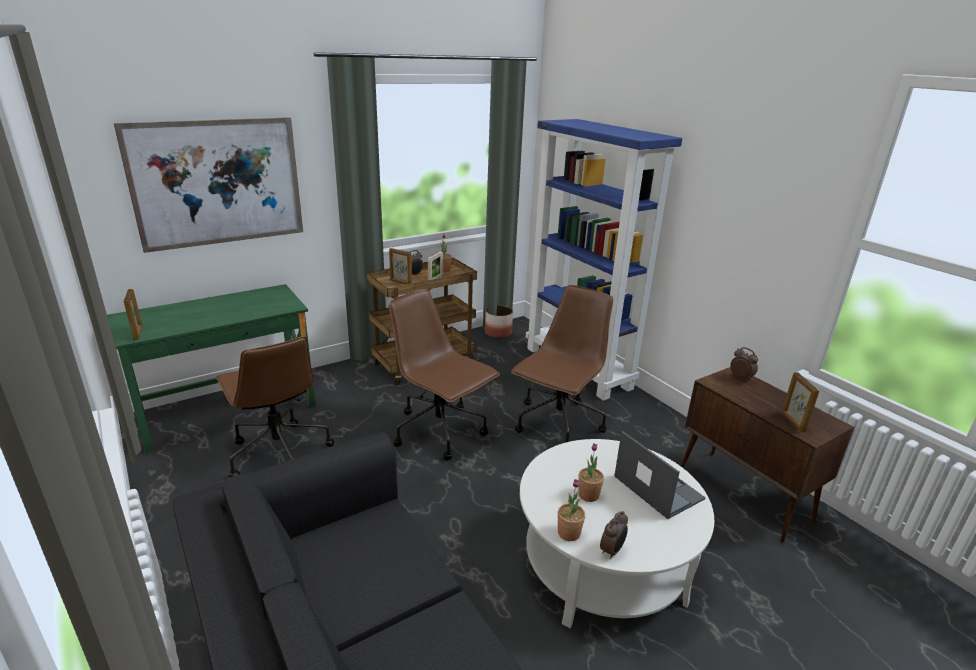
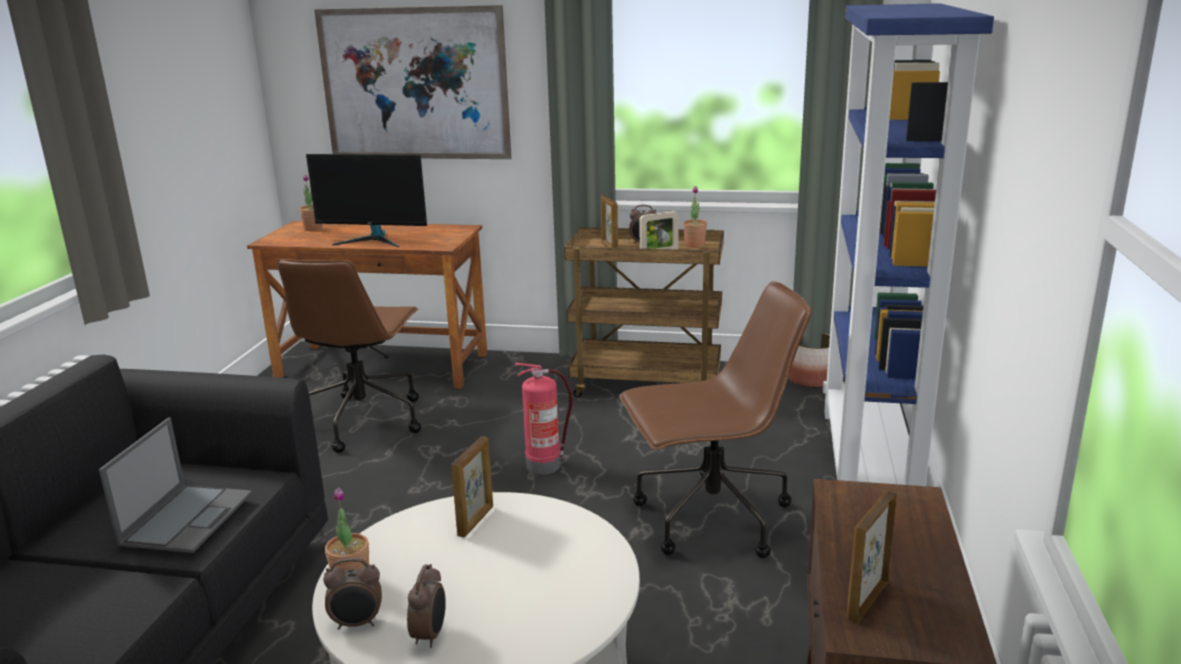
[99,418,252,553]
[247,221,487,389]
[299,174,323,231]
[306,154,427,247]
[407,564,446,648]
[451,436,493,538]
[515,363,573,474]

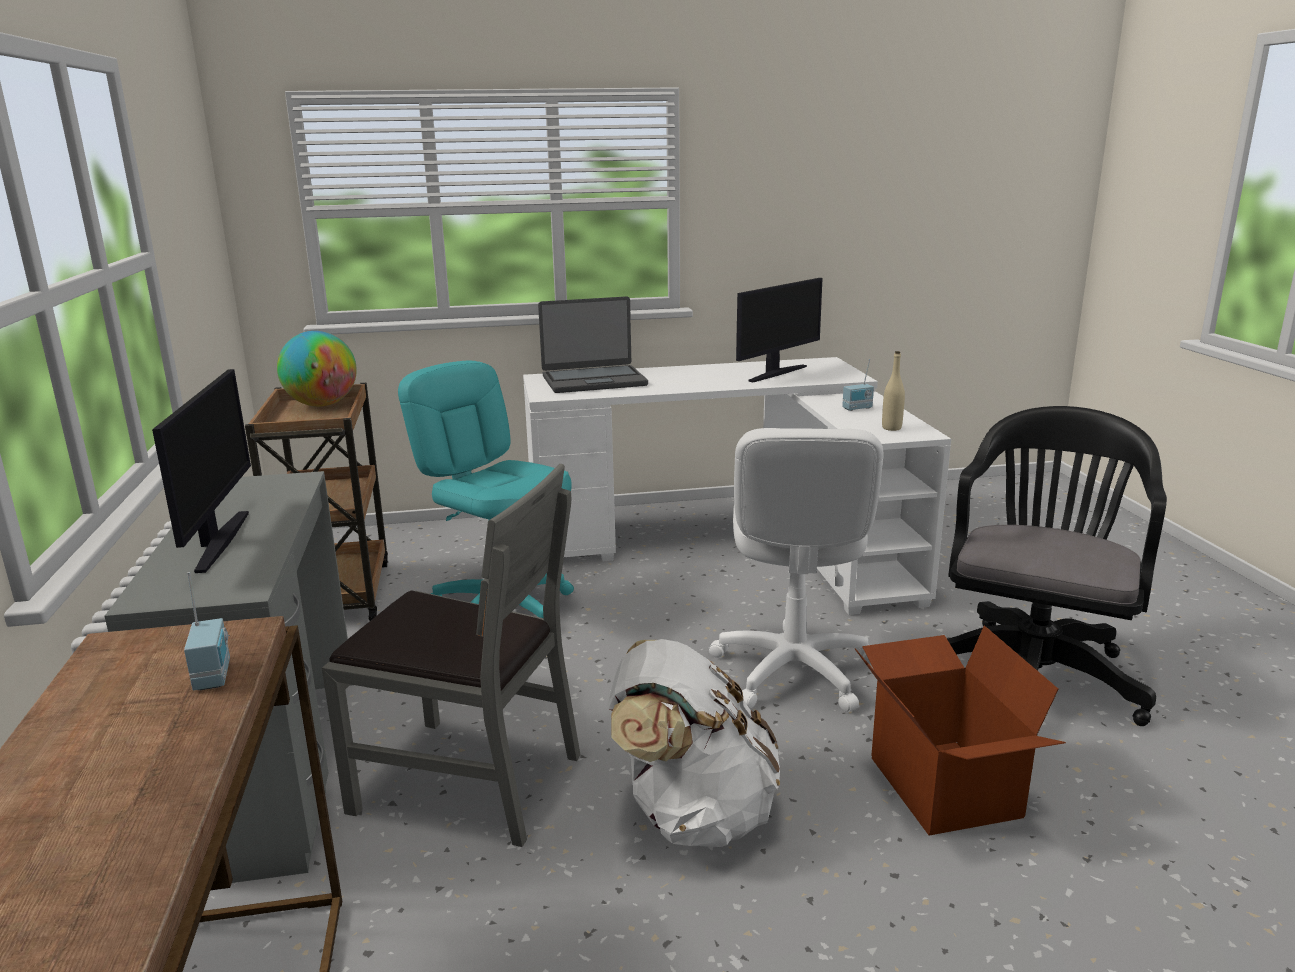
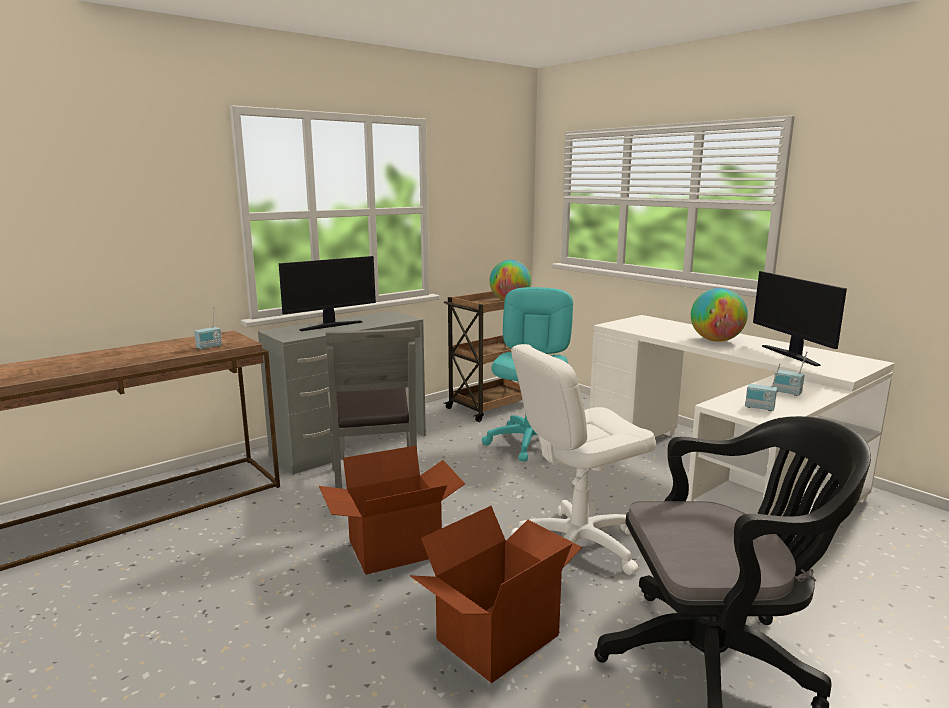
[319,446,465,575]
[691,288,748,342]
[745,363,781,411]
[753,271,847,366]
[538,296,648,393] (first image)

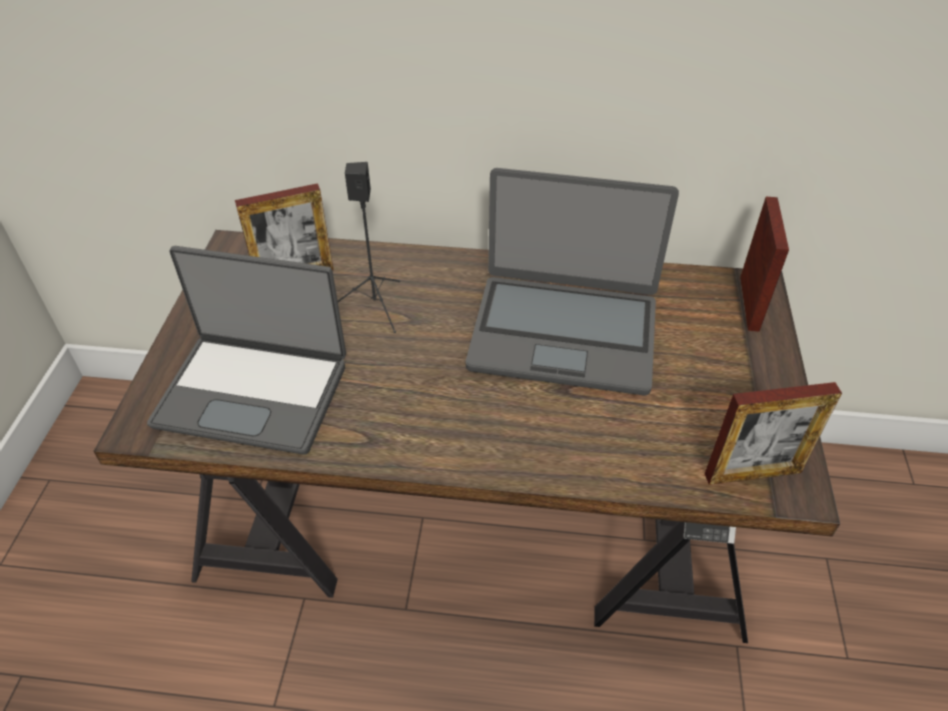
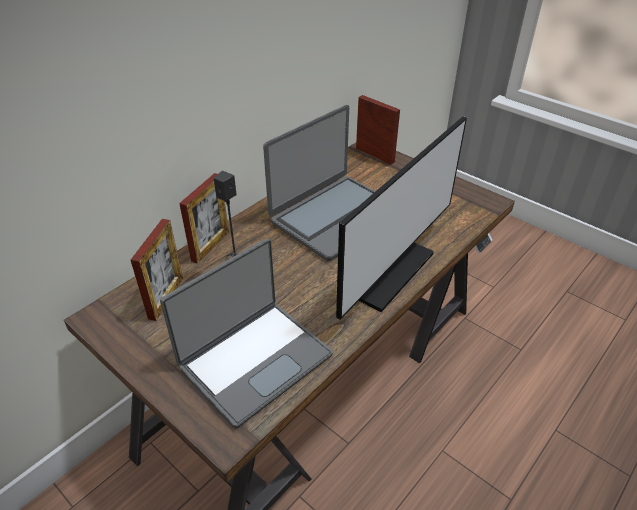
[179,173,229,264]
[336,116,467,320]

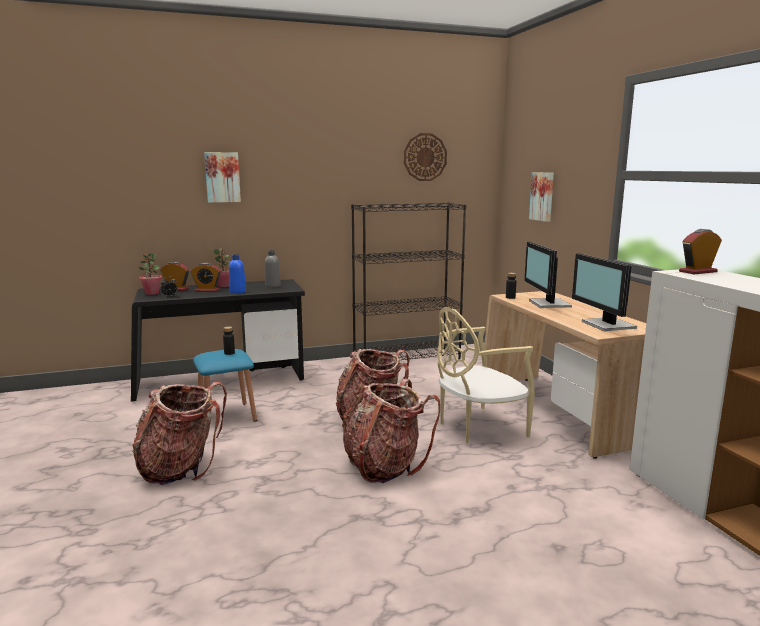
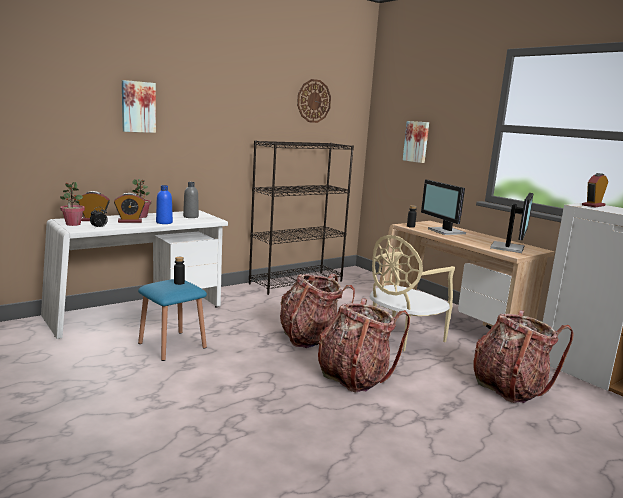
[41,210,228,339]
[473,310,574,403]
[490,193,534,253]

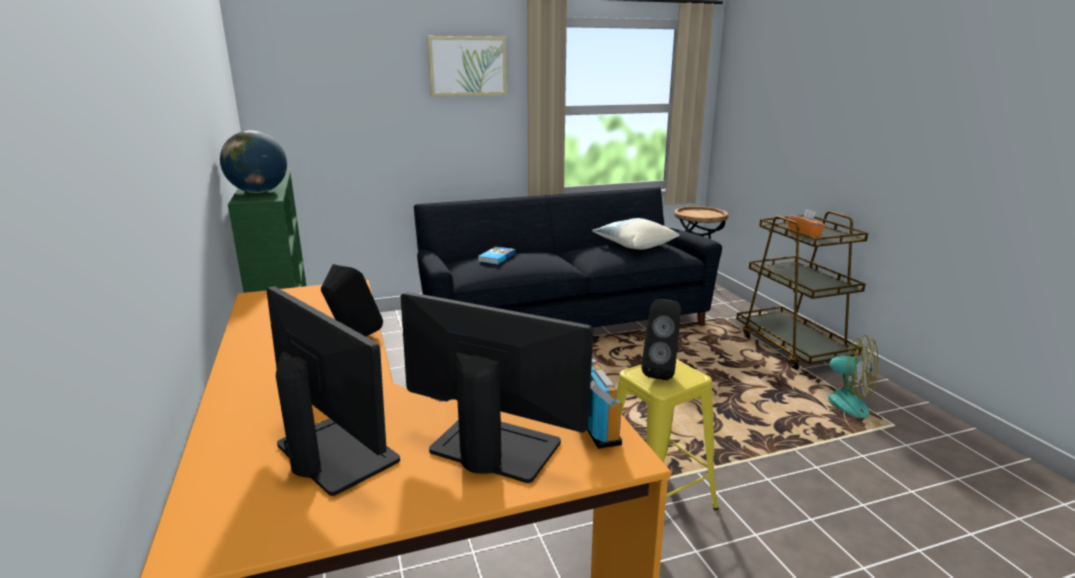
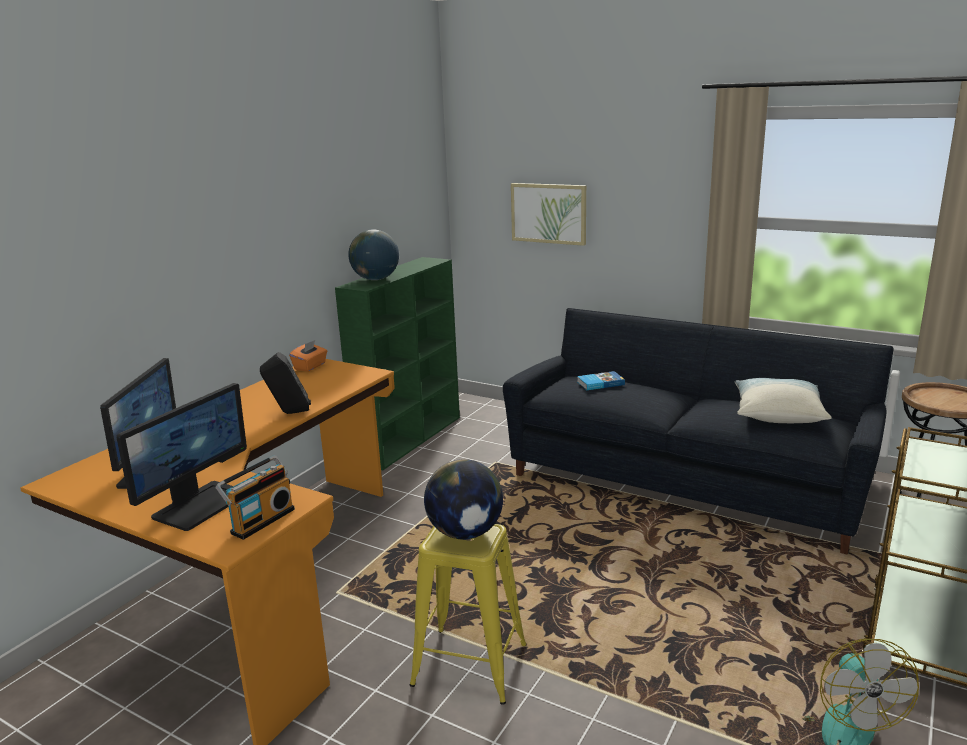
[116,383,247,531]
[289,340,327,372]
[424,459,503,539]
[511,183,586,246]

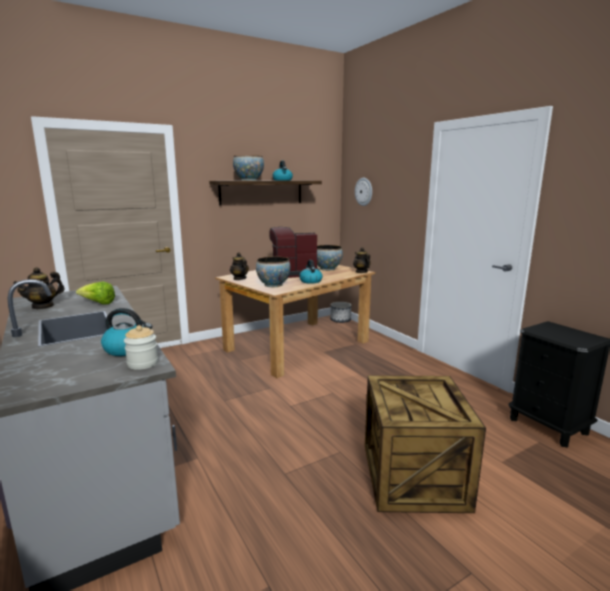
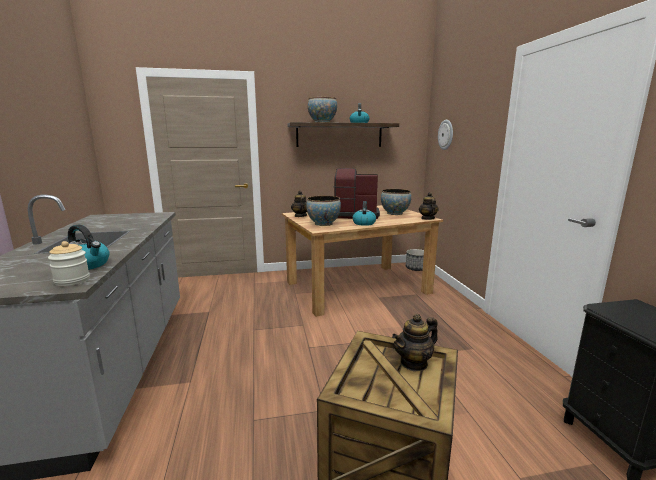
[392,314,438,372]
[76,281,115,305] (first image)

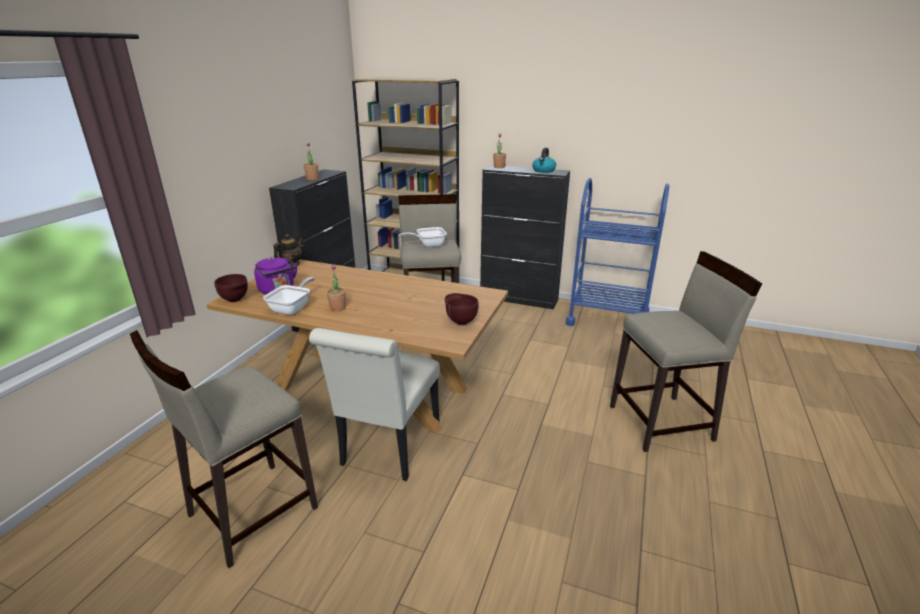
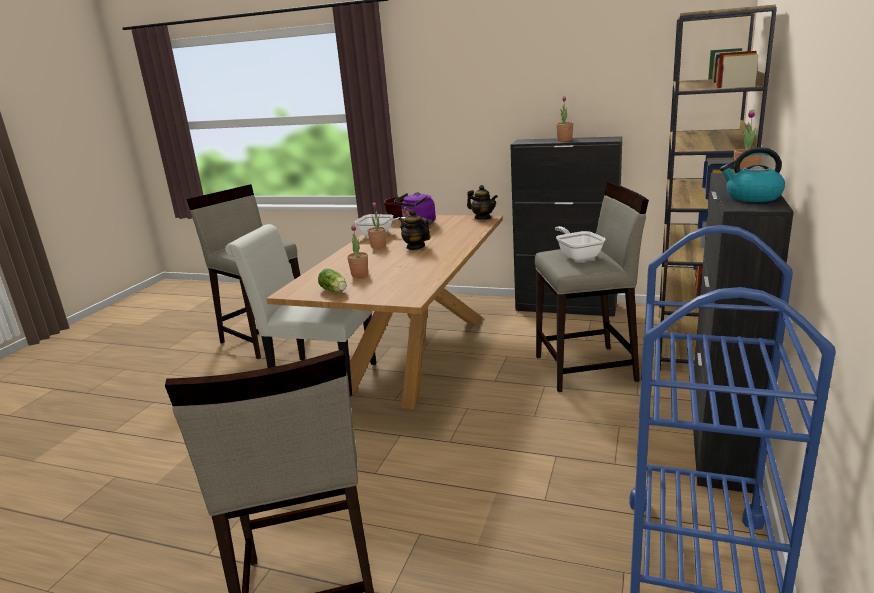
[318,269,346,292]
[347,225,368,277]
[399,210,430,250]

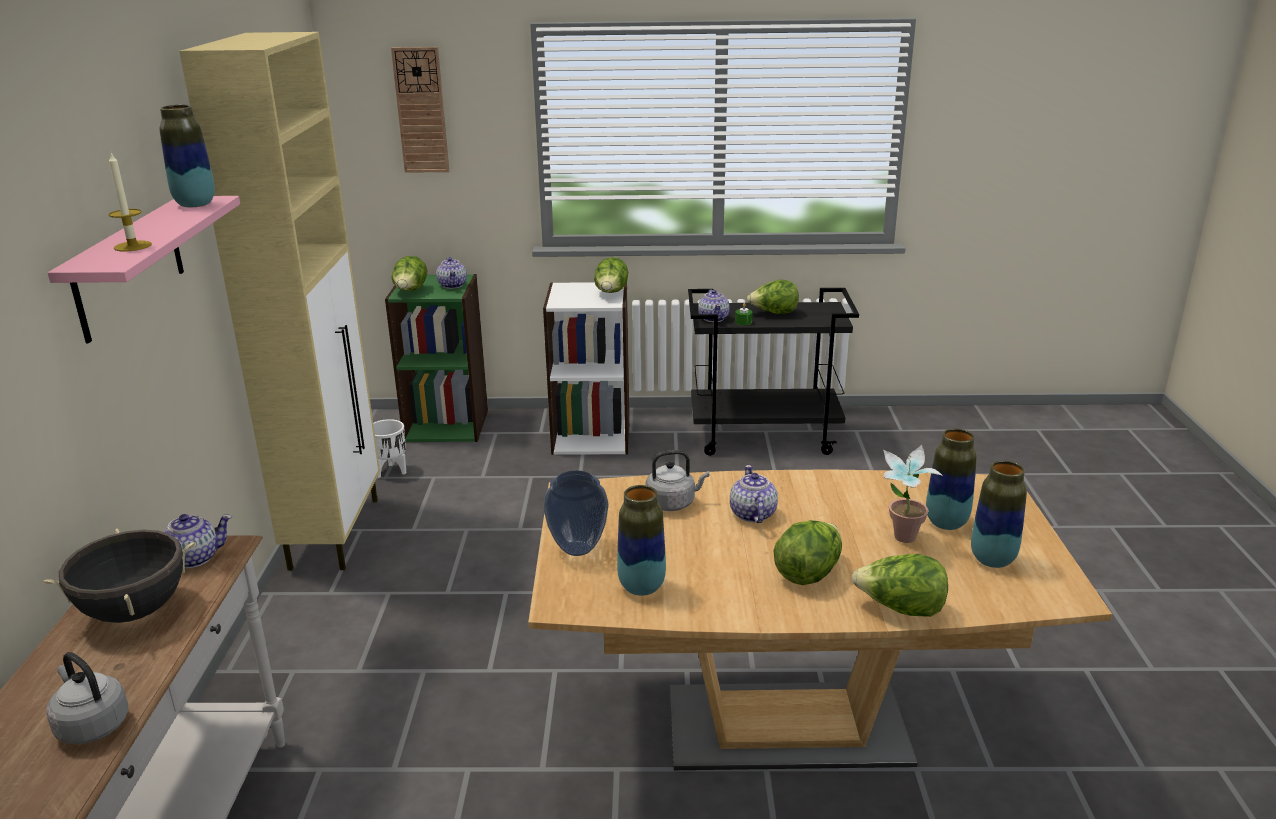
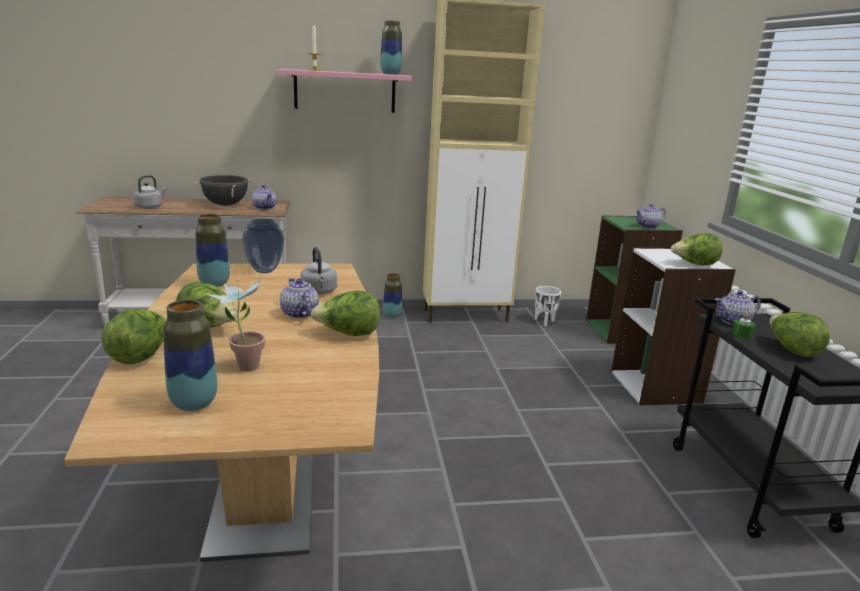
[280,278,319,319]
[311,290,380,336]
[383,274,402,318]
[391,47,449,173] (first image)

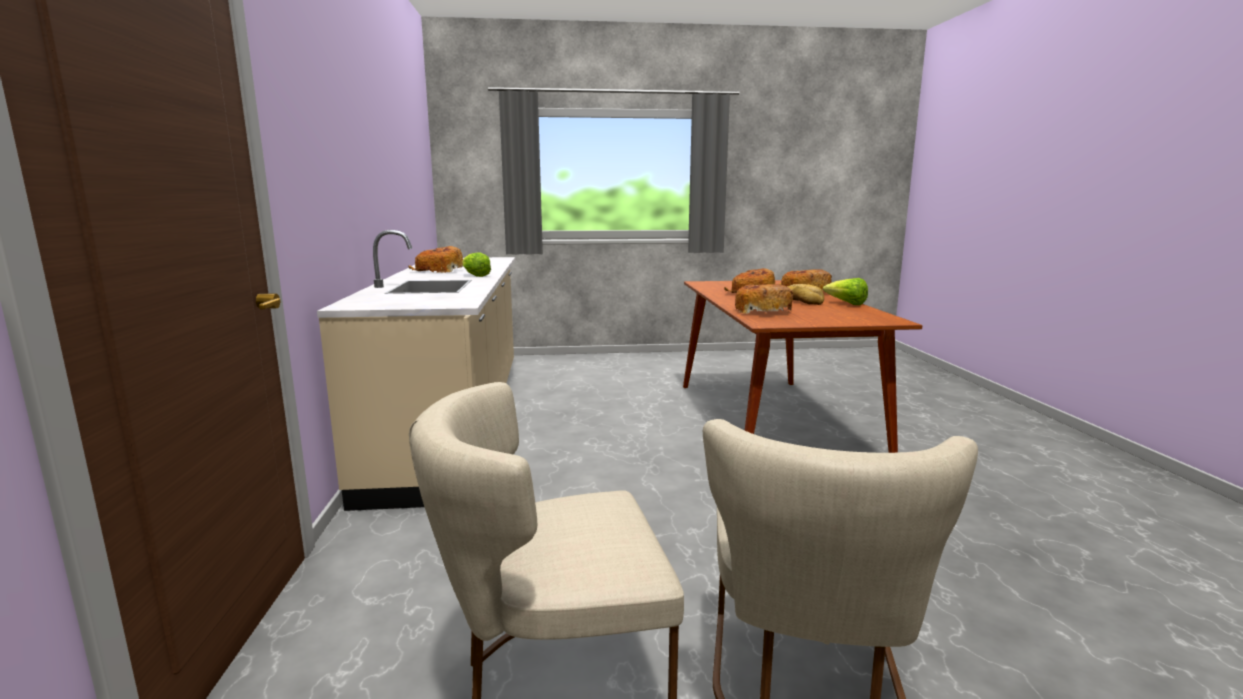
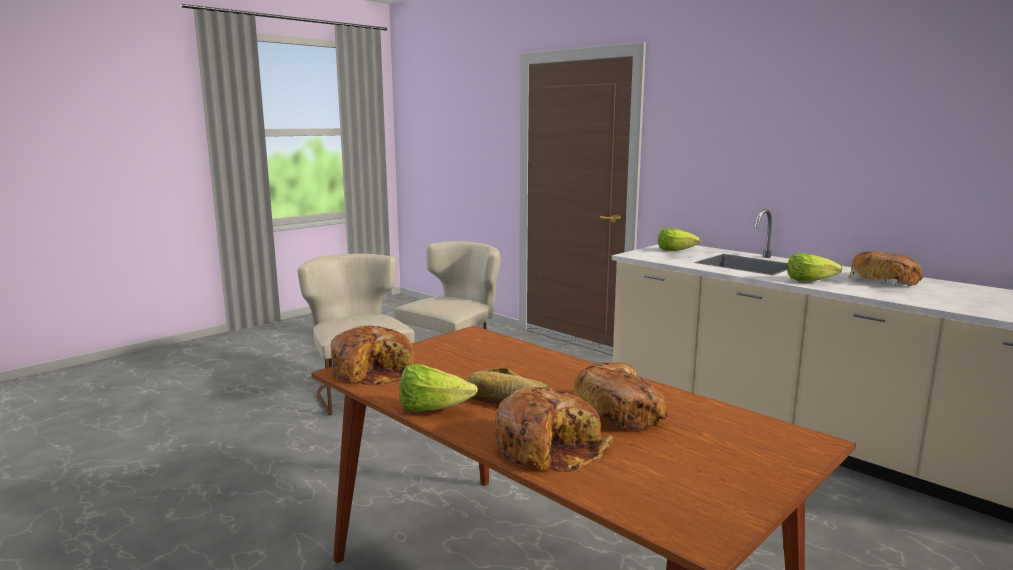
[330,325,420,386]
[658,228,700,251]

